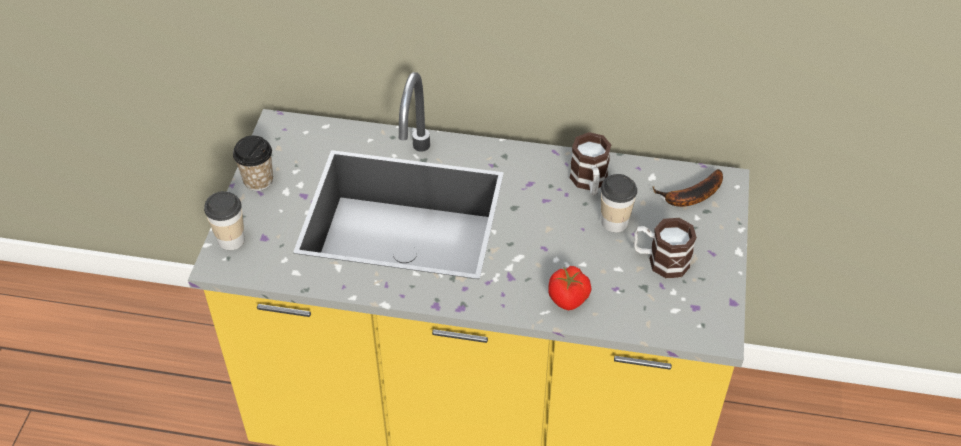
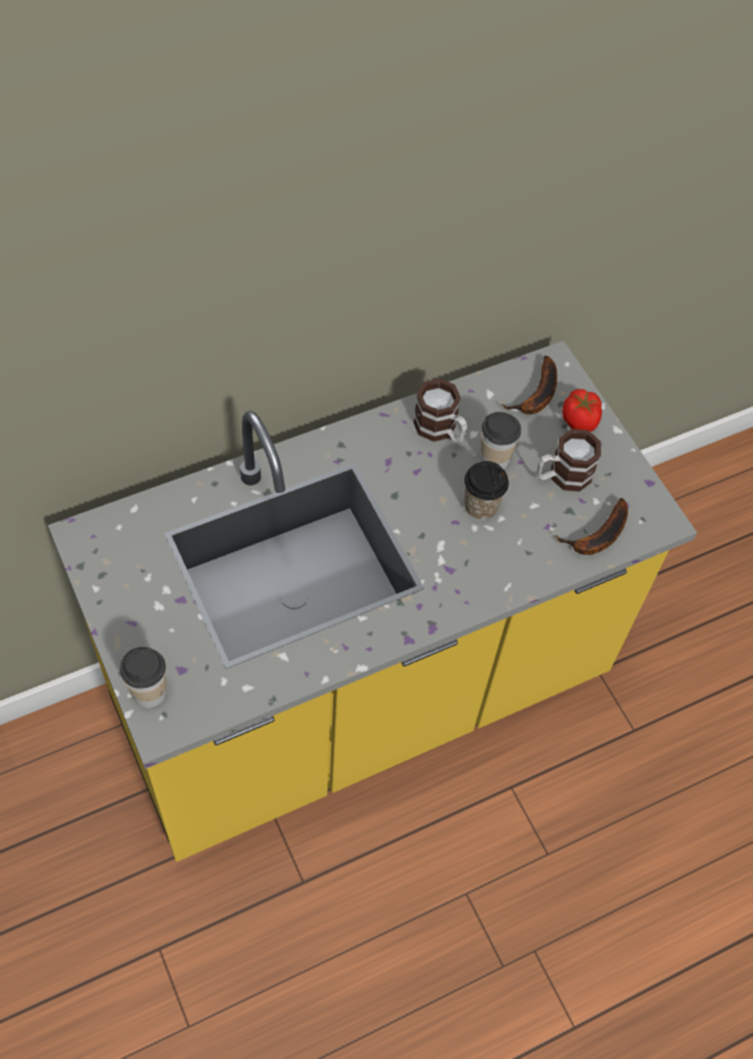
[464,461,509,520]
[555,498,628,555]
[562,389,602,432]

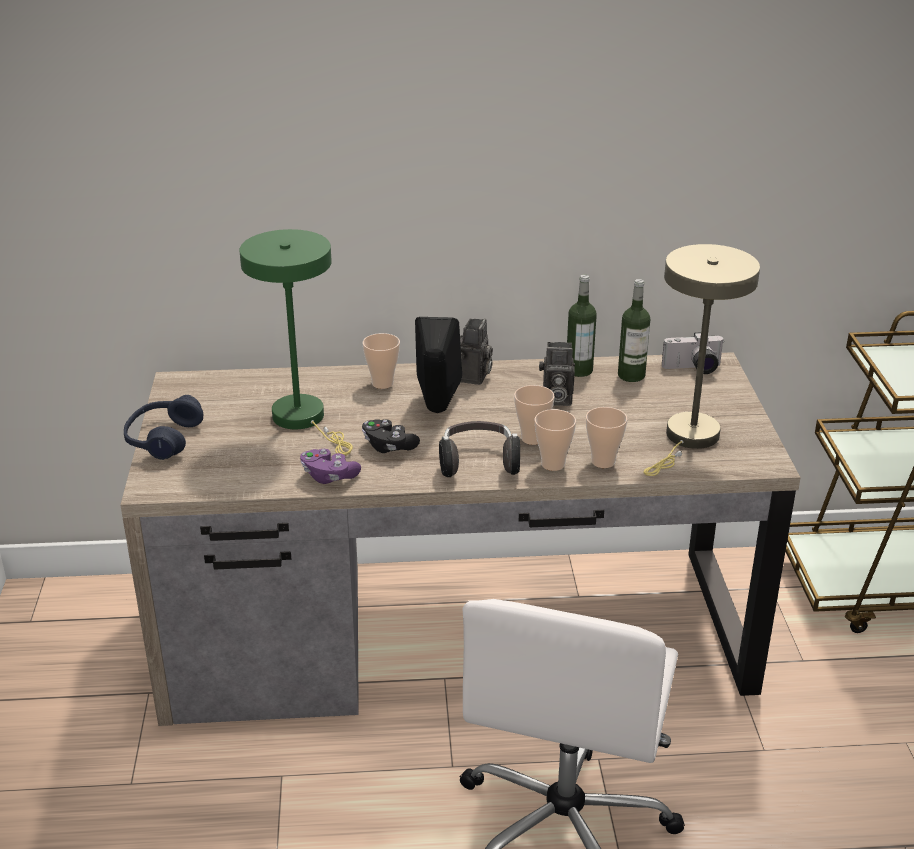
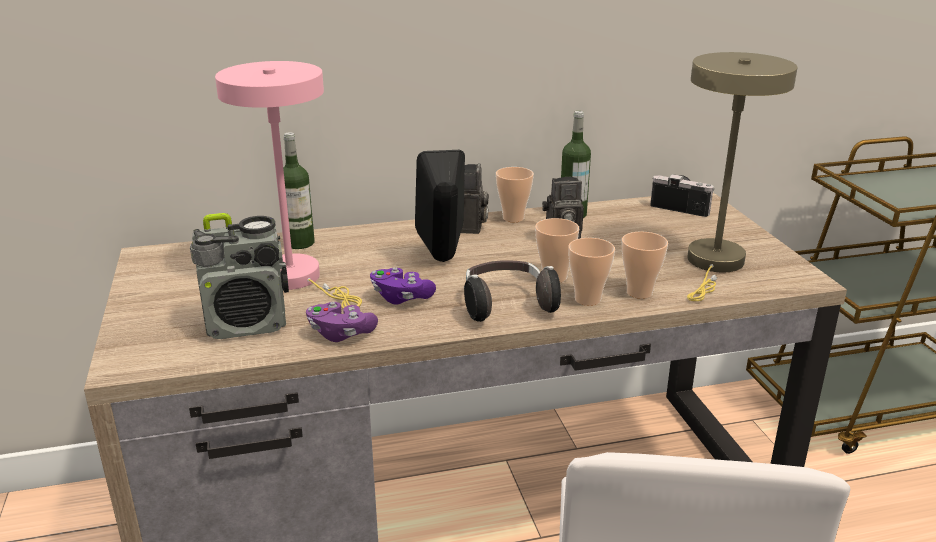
[190,213,289,339]
[215,61,362,309]
[283,132,315,249]
[370,267,436,305]
[496,167,534,222]
[650,174,715,217]
[124,395,203,460] (first image)

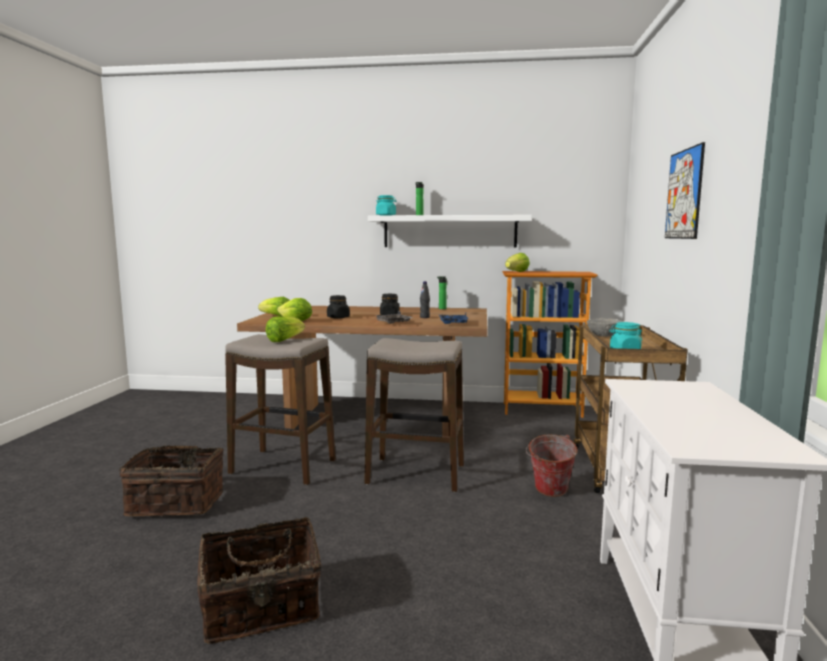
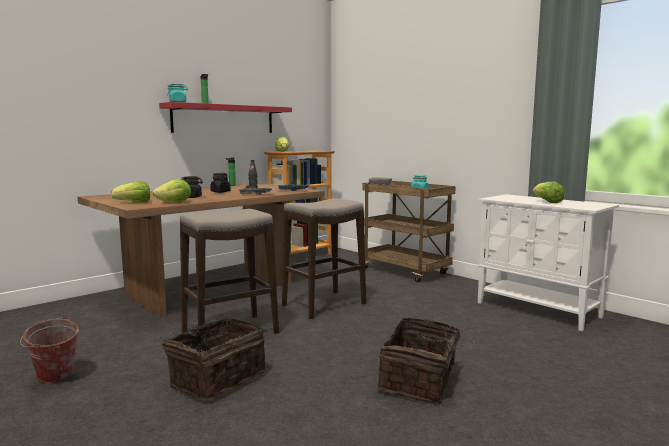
[20,315,79,383]
[159,102,292,133]
[533,182,564,203]
[665,142,705,239] (first image)

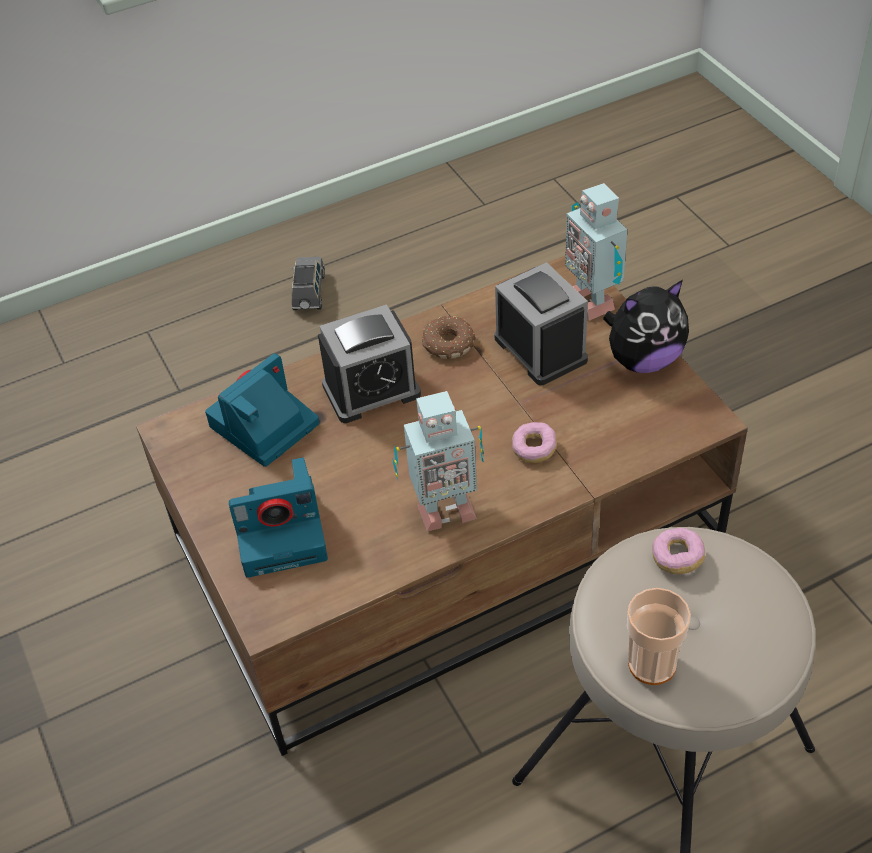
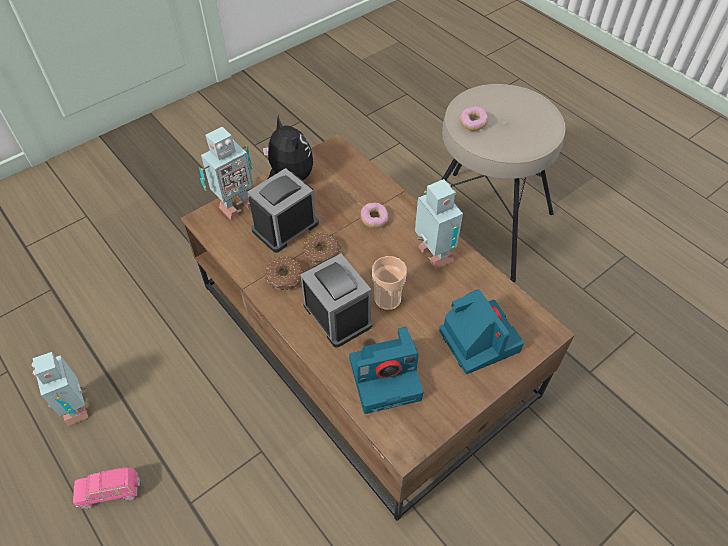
[31,352,88,426]
[73,467,140,509]
[303,232,341,264]
[349,327,423,414]
[372,256,407,311]

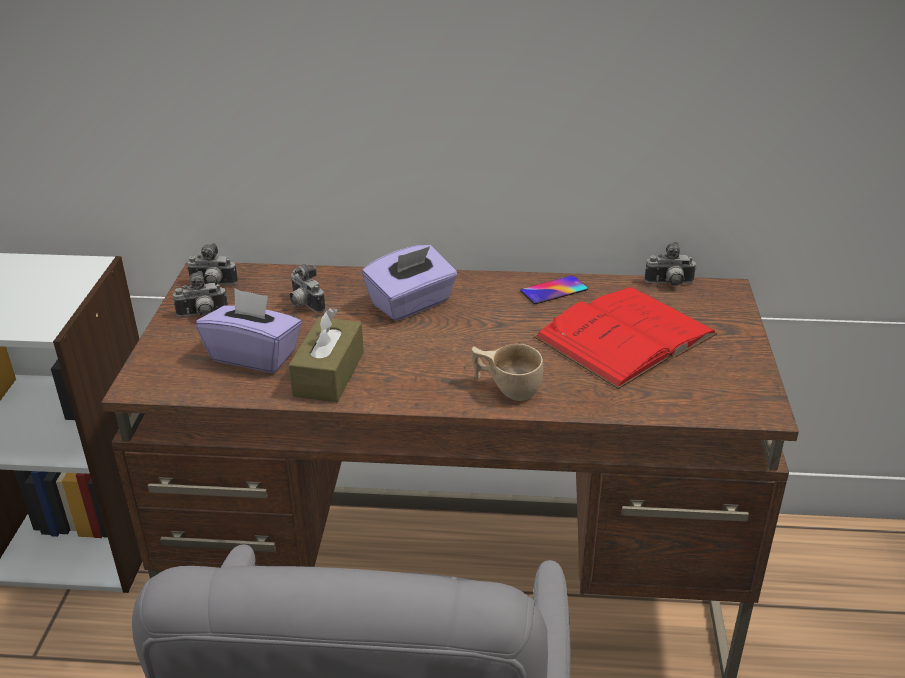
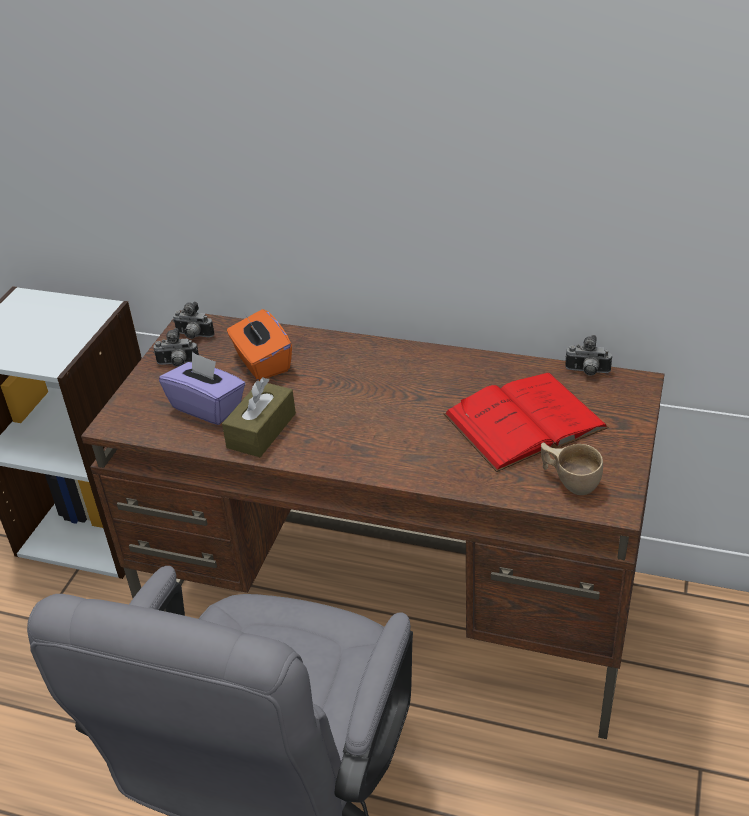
[227,309,292,381]
[541,442,603,495]
[362,245,457,321] (first image)
[520,275,588,304] (first image)

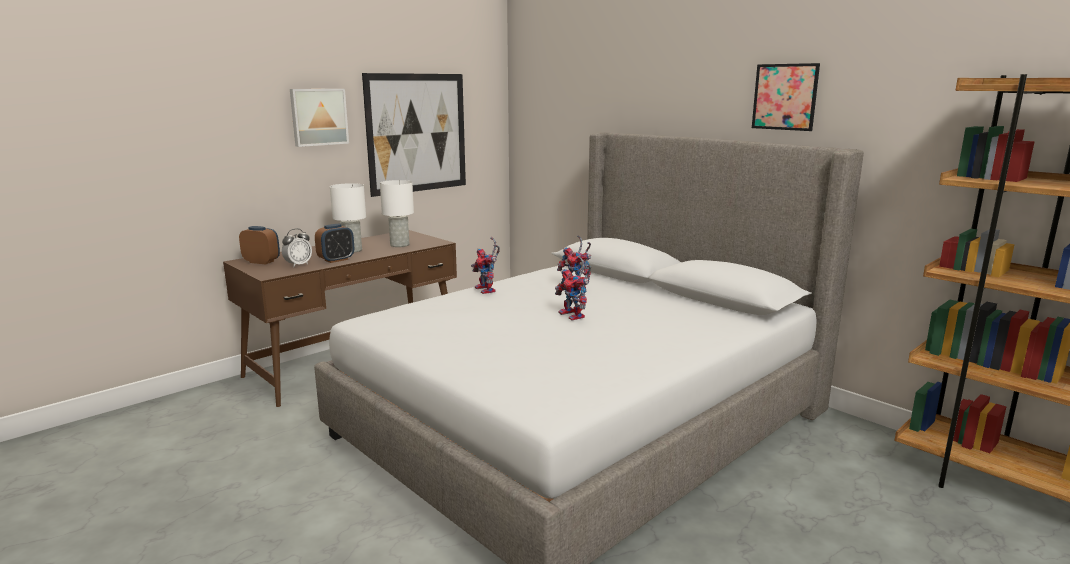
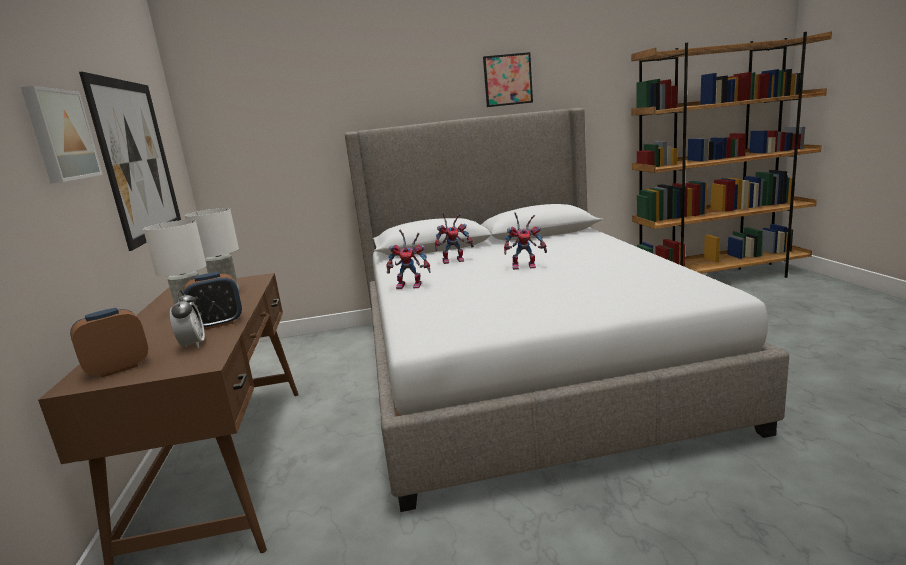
[183,272,242,330]

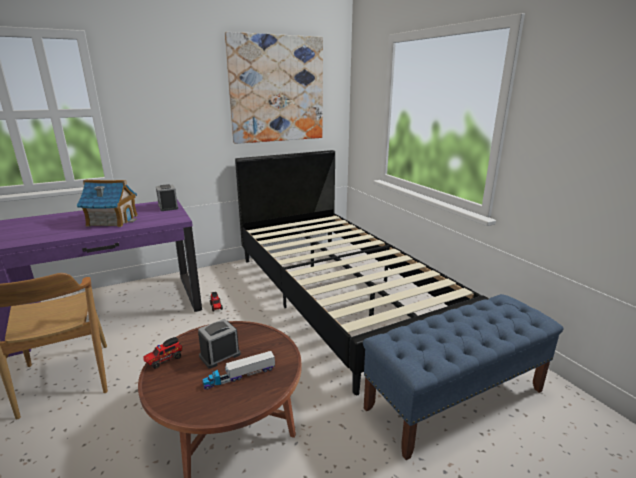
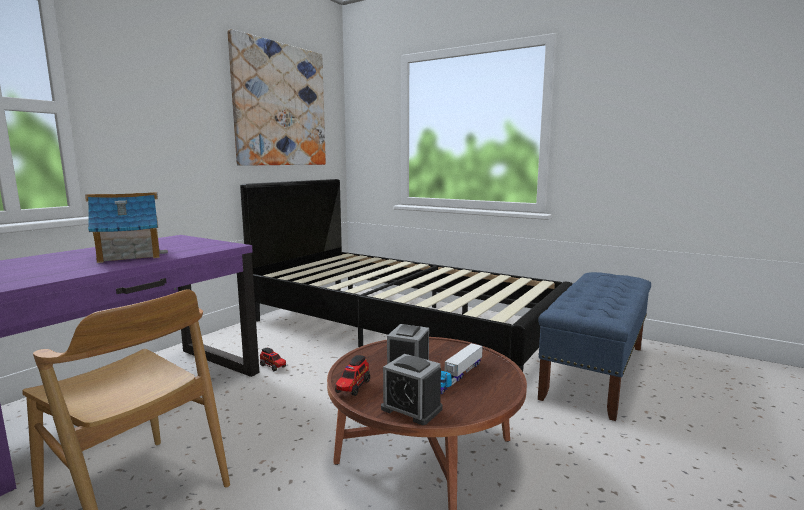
[381,354,443,425]

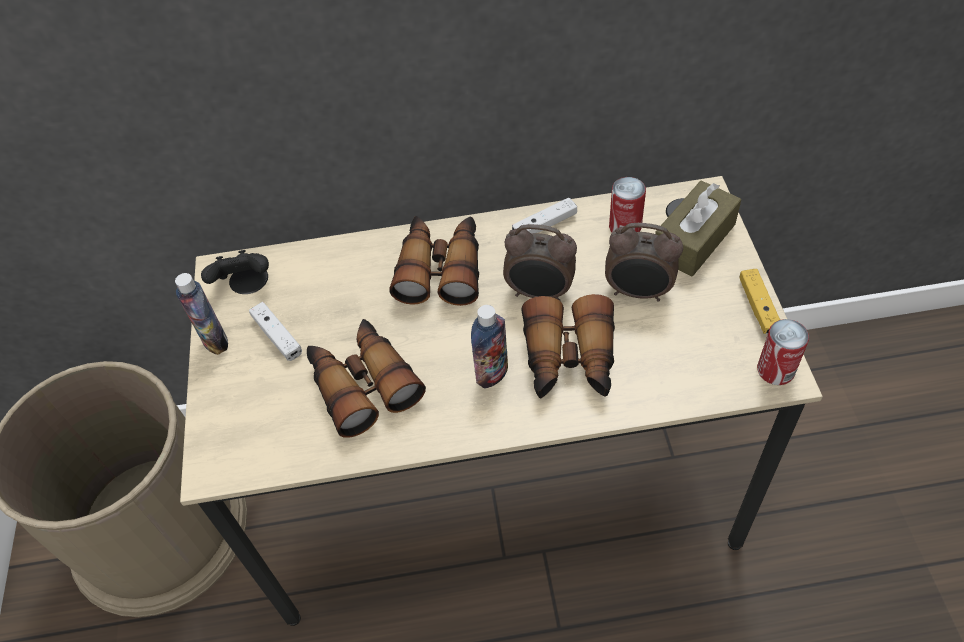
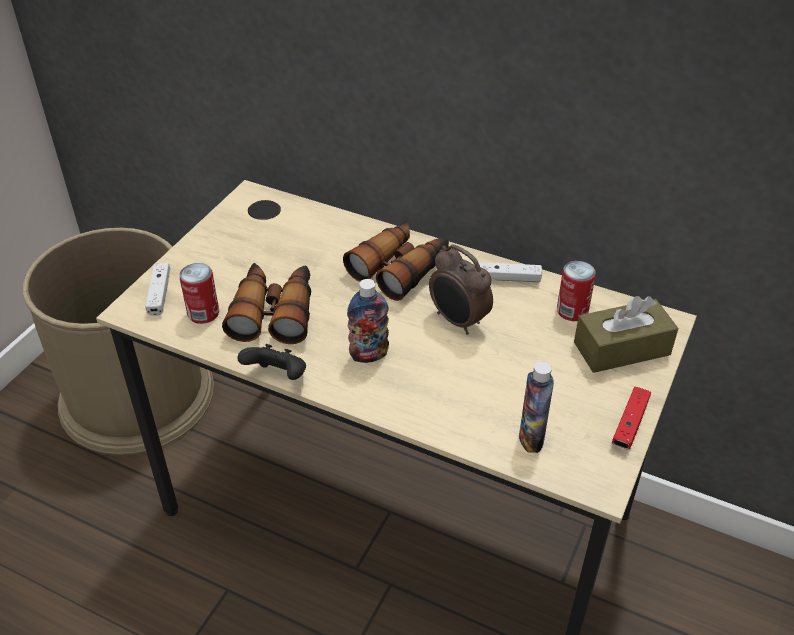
[145,263,170,316]
[179,263,219,324]
[237,344,306,380]
[519,361,554,453]
[612,387,651,449]
[521,294,615,398] (first image)
[605,223,683,302] (first image)

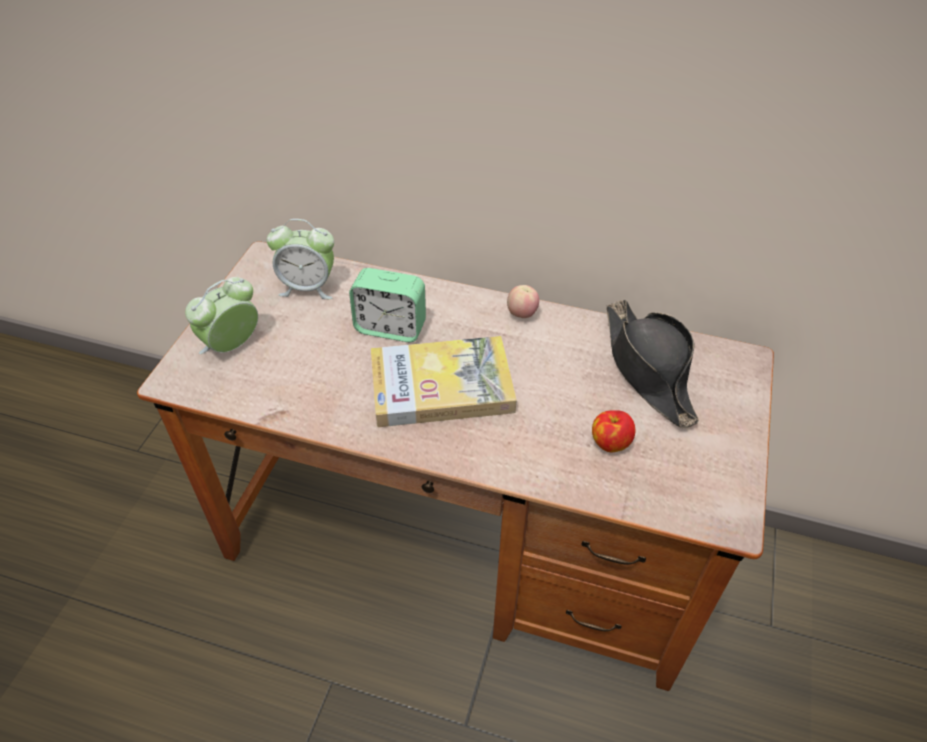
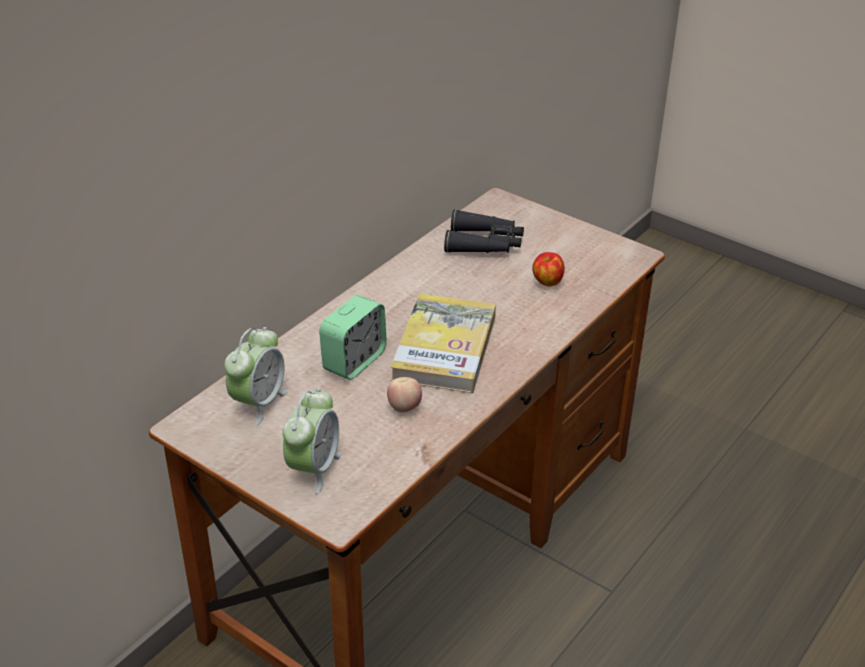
[282,388,342,494]
[387,377,422,412]
[444,209,524,253]

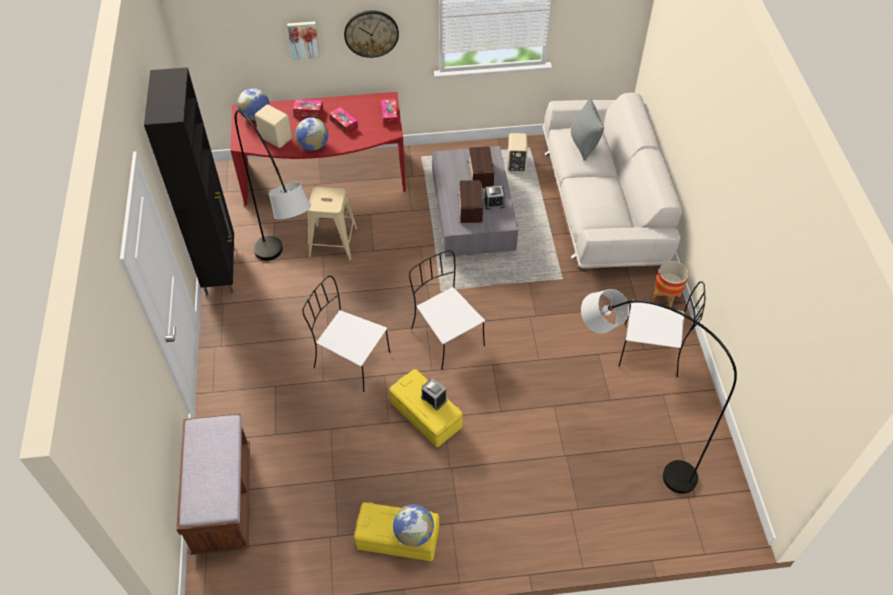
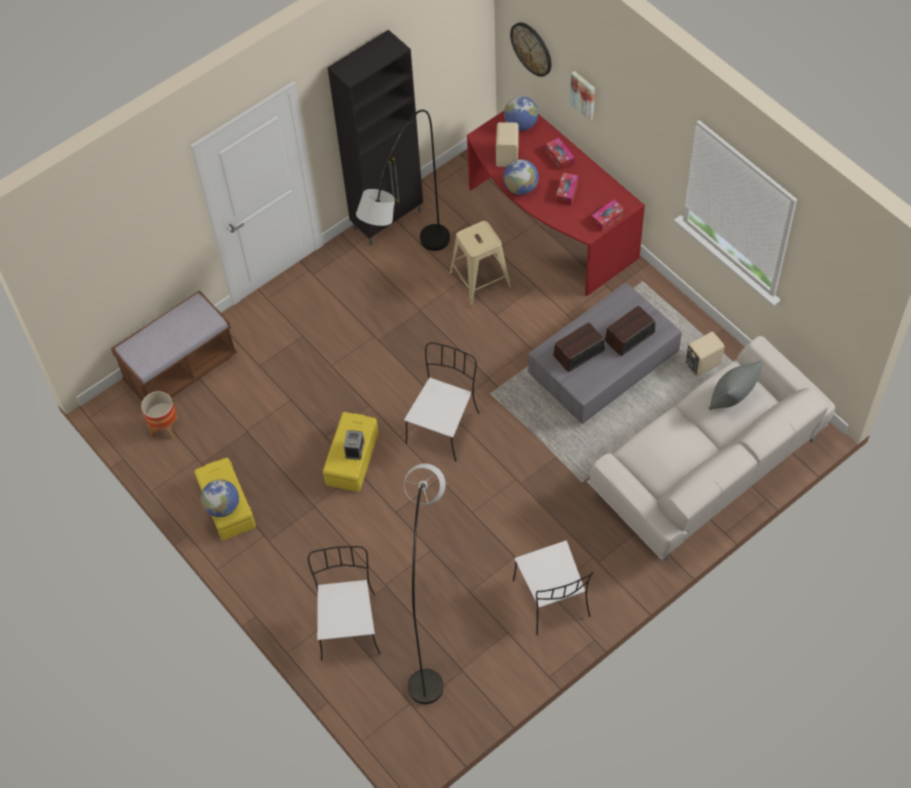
[141,391,179,439]
[308,546,380,661]
[510,22,551,77]
[484,186,505,209] (first image)

